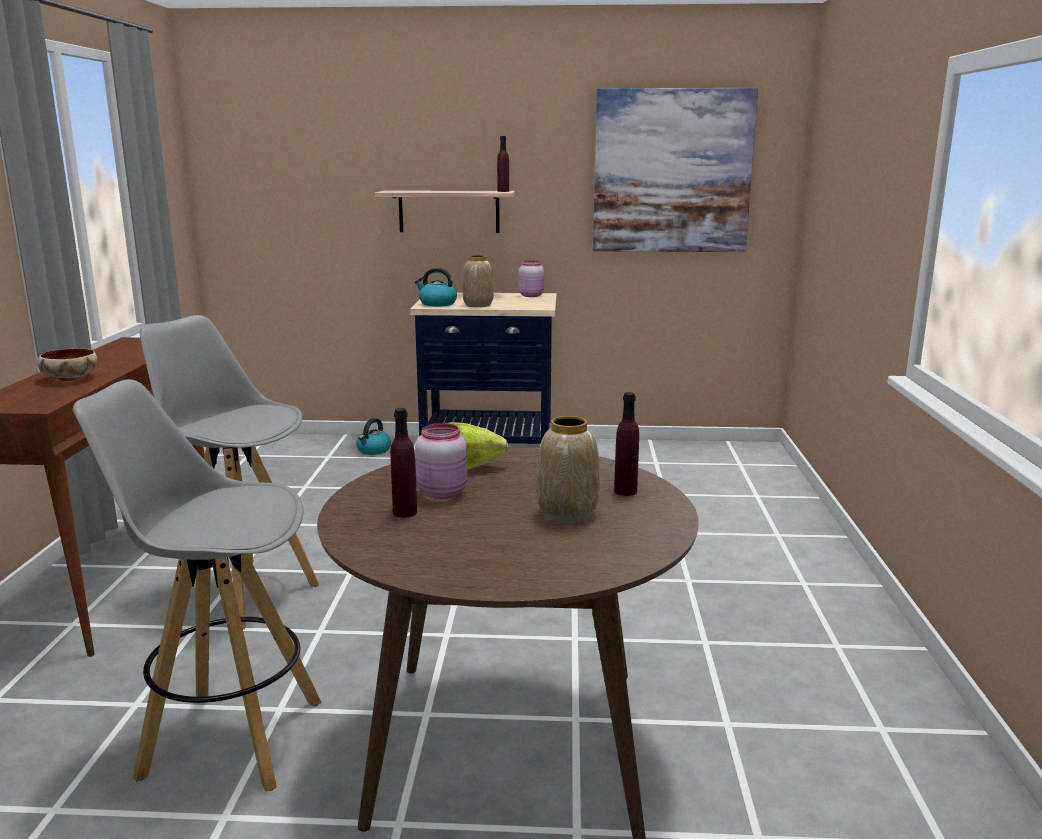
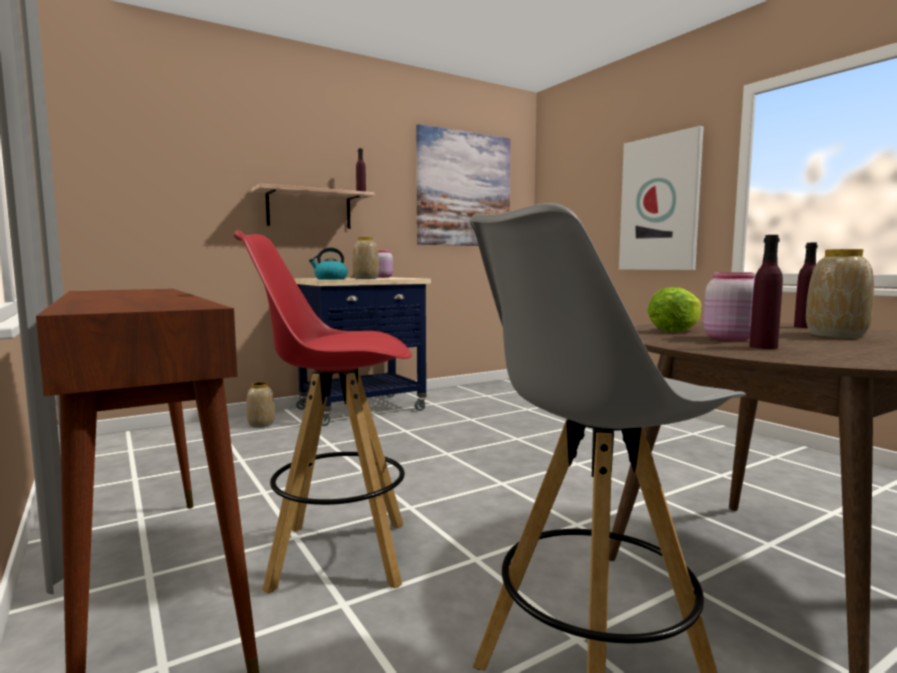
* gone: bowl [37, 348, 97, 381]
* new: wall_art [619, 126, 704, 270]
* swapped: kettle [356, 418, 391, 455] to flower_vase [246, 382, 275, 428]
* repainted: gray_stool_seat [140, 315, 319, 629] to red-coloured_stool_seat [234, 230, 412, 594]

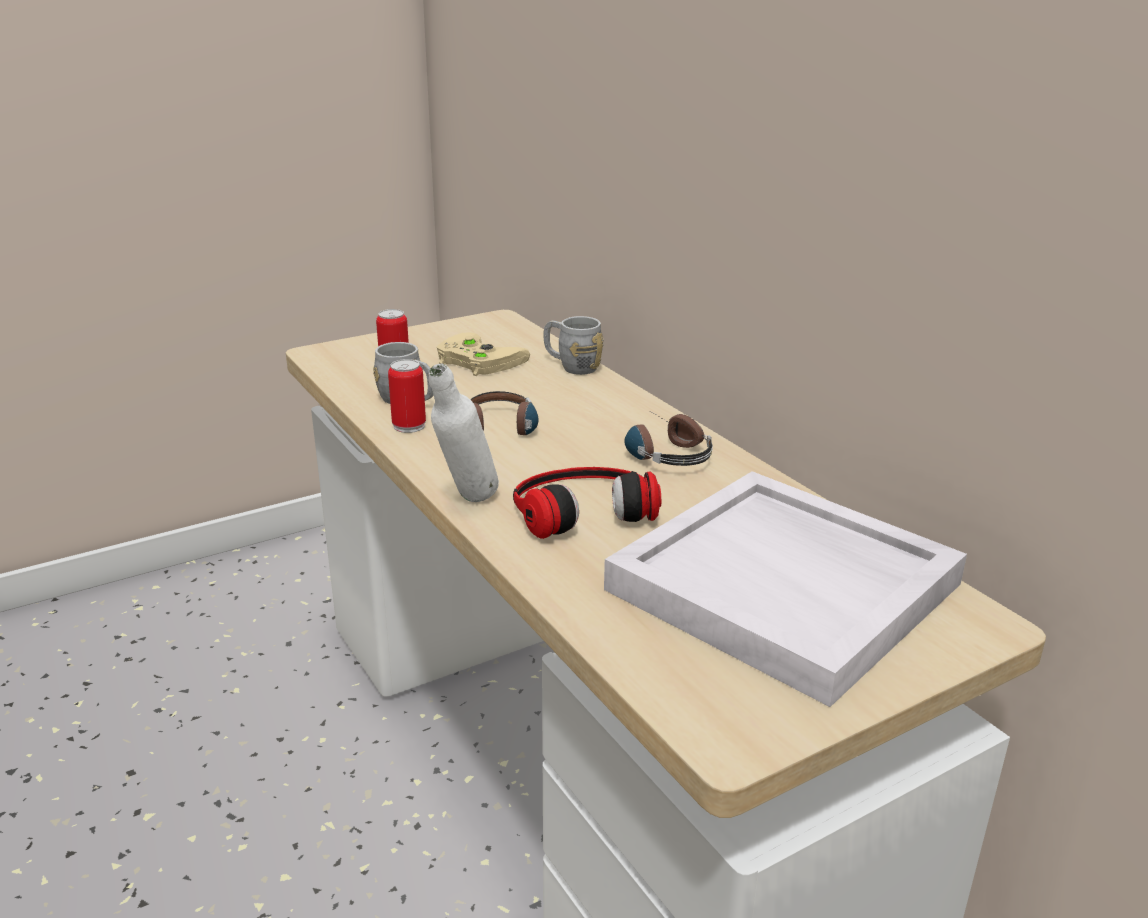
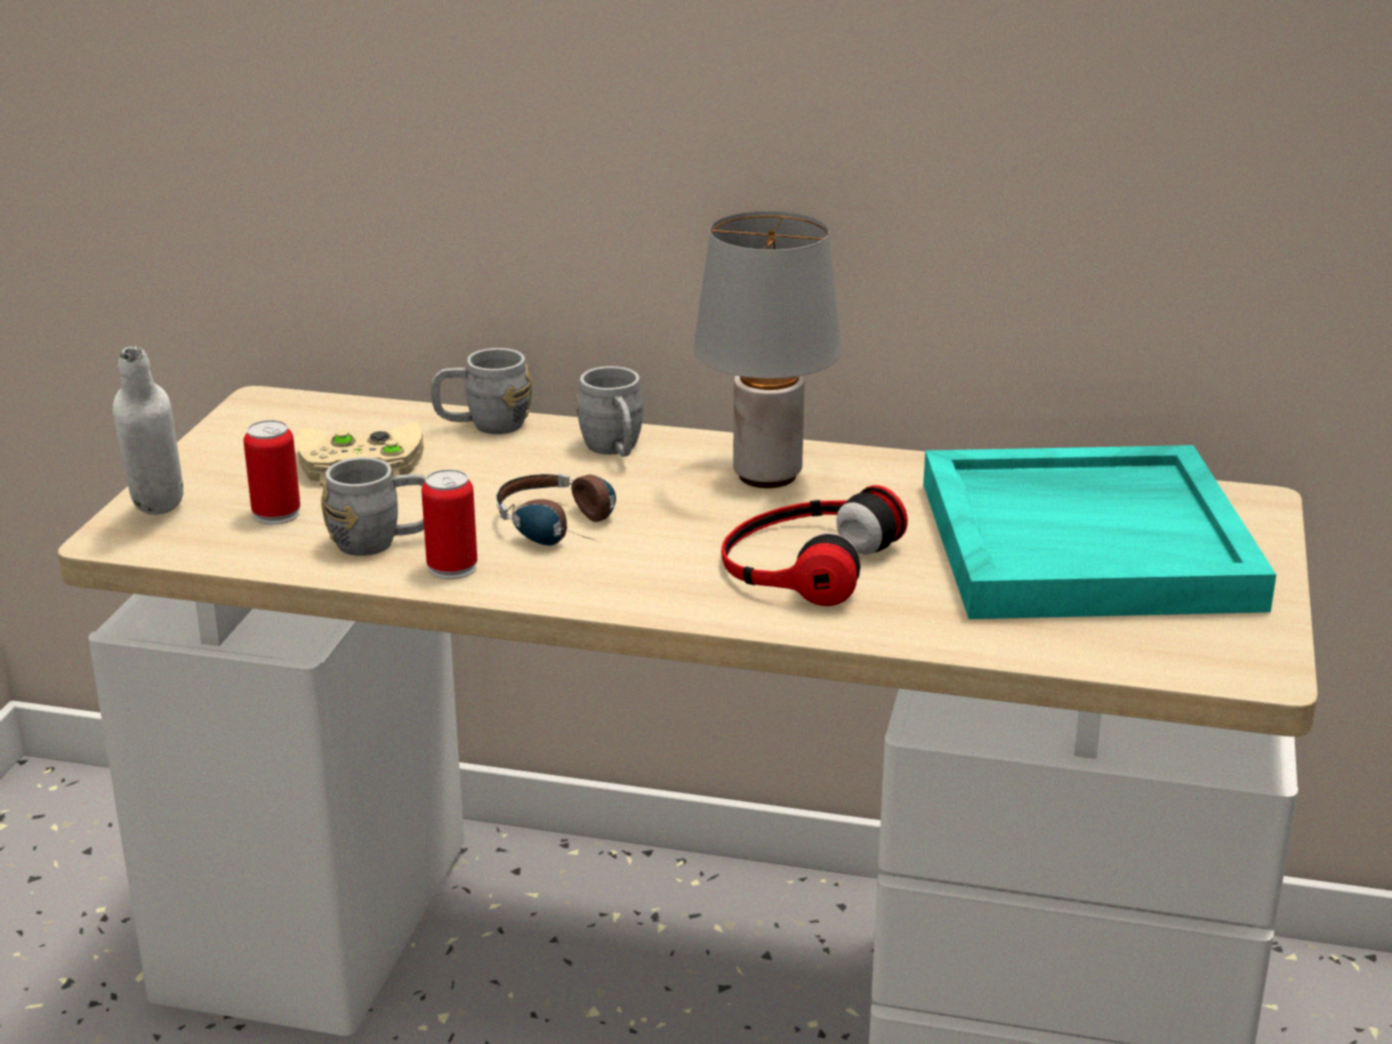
* new: gray_tea_mug [577, 366, 643, 457]
* shifted: whitish_drink_bottle [429, 364, 499, 502] to [113, 346, 183, 515]
* swapped: headphones [625, 412, 713, 466] to gray_tabletop_lamp [694, 211, 841, 488]
* repainted: whitish_carrying_tray [604, 471, 967, 707] to blue-green_carrying_tray [923, 445, 1276, 619]

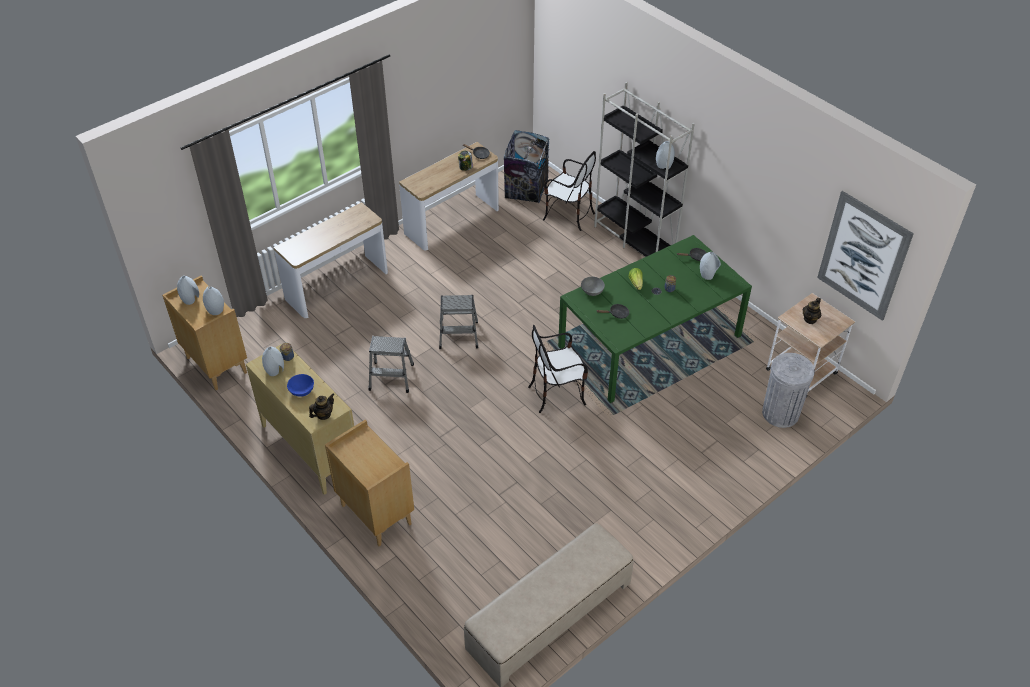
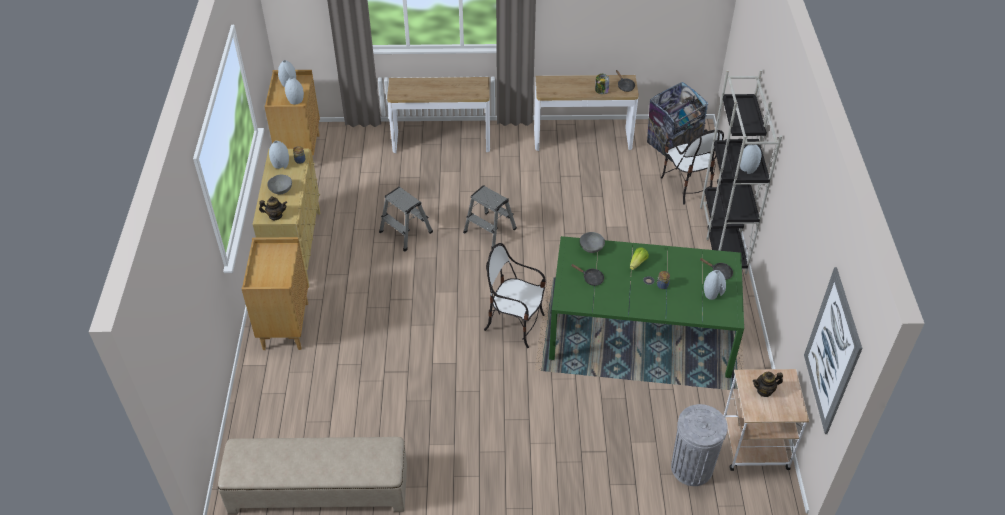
* repainted: blue_bowl [287, 374, 314, 397] to gray_bowl [267, 175, 292, 194]

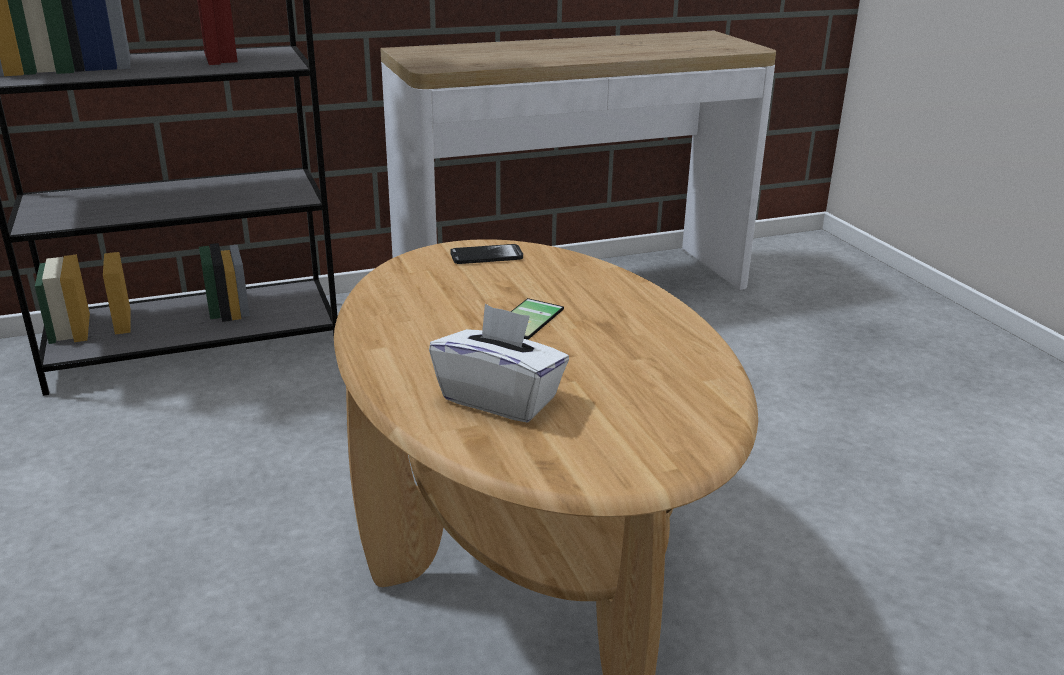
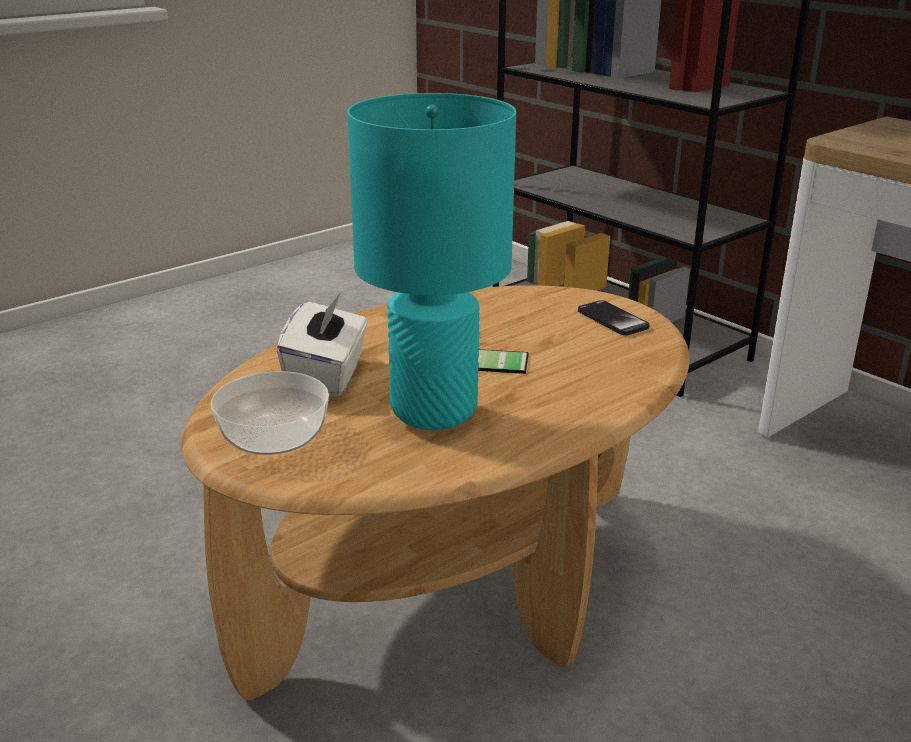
* new: bowl [211, 371, 329, 455]
* new: blue-green_tabletop_lamp [347, 93, 516, 430]

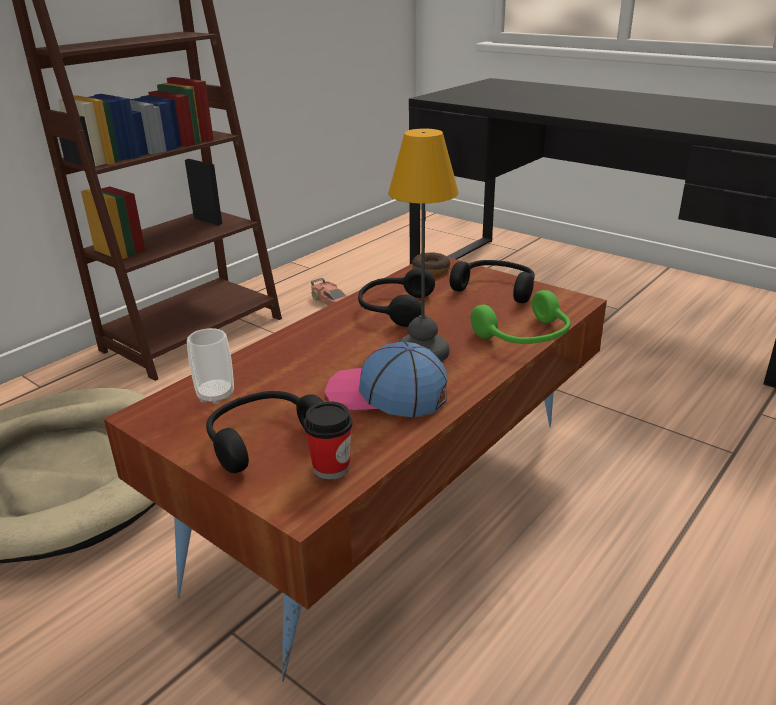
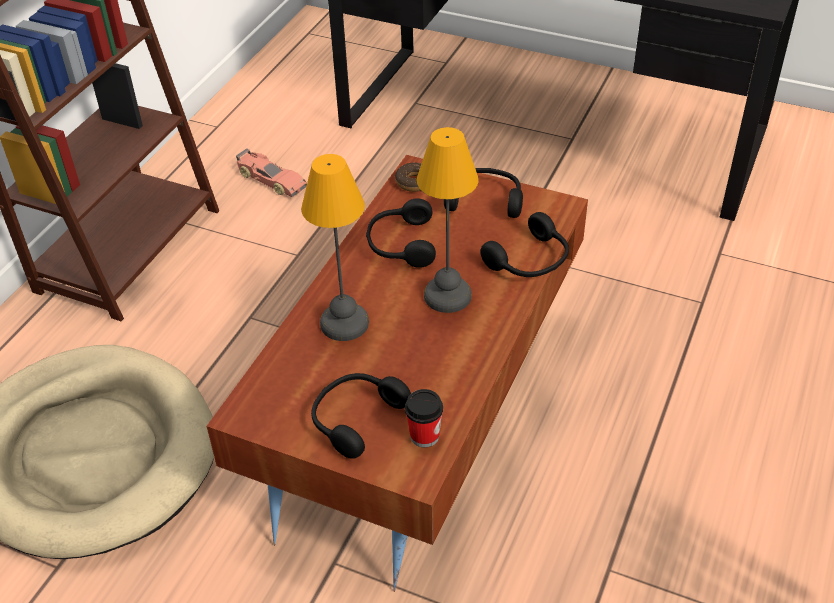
* gone: drinking_cup [187, 328, 234, 404]
* gone: baseball_cap [324, 341, 448, 417]
* new: tabletop_lamp [301, 154, 369, 341]
* repainted: green-coloured_headphones [471, 290, 570, 344] to black-coloured_headphones [480, 212, 569, 277]

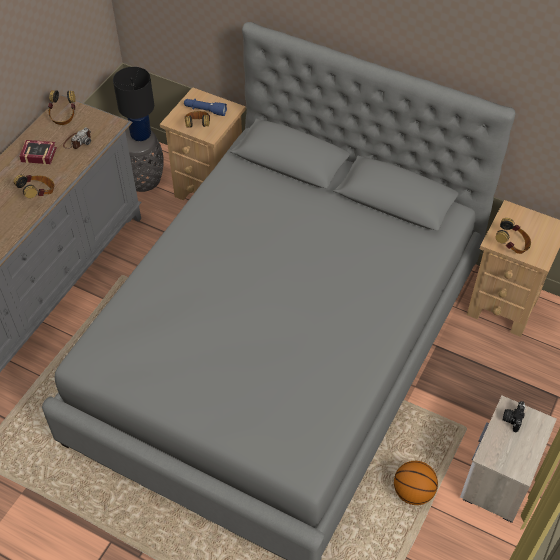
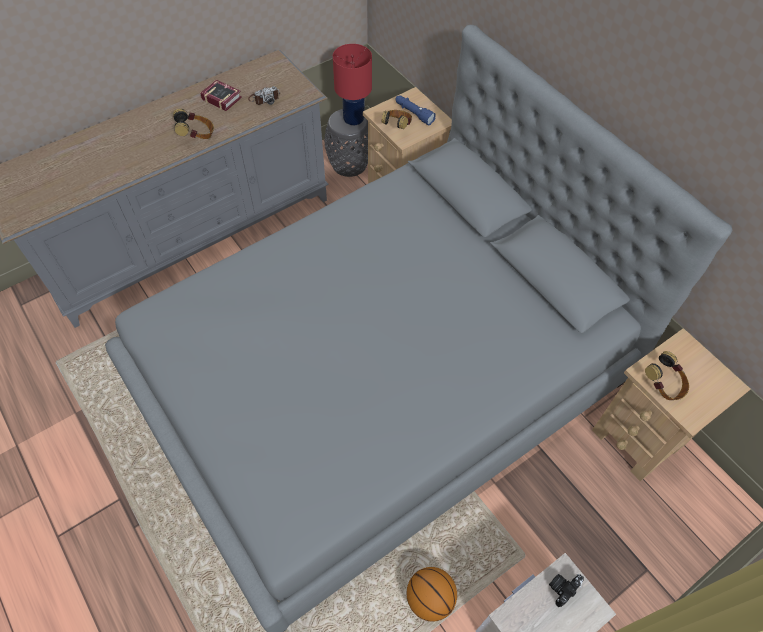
* gone: headphones [48, 90, 76, 125]
* repainted: black-coloured_tabletop_lamp [113, 67, 154, 141] to red-coloured_tabletop_lamp [333, 44, 372, 125]

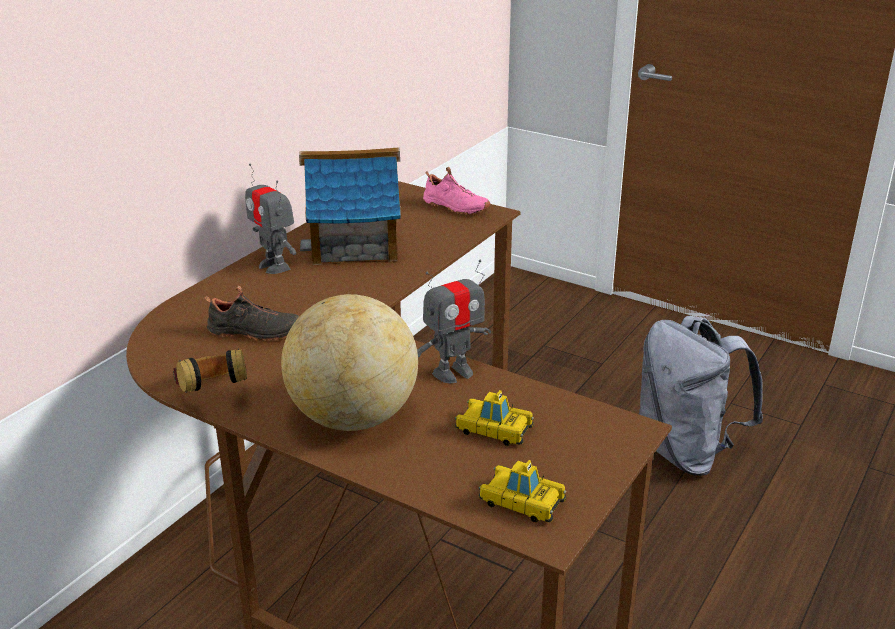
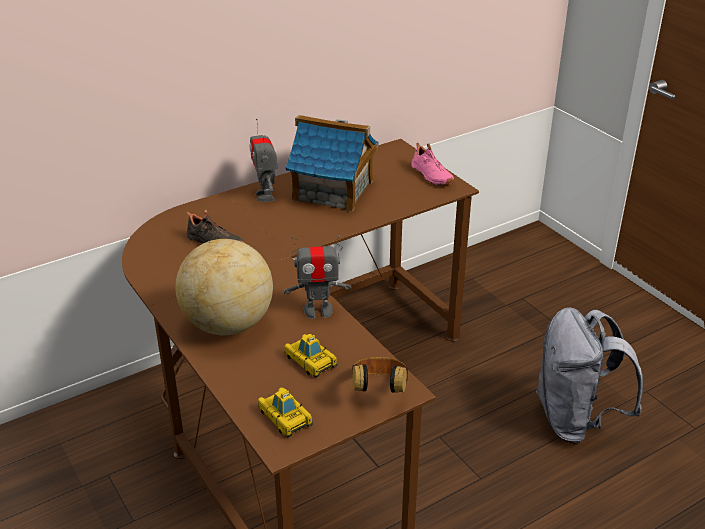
* shifted: headphones [173, 348, 247, 393] to [352, 357, 408, 393]

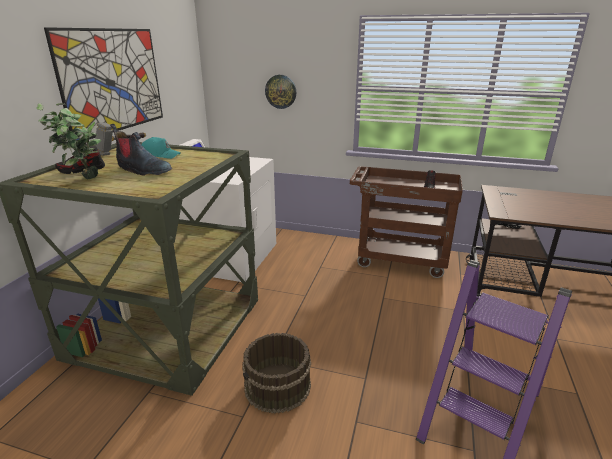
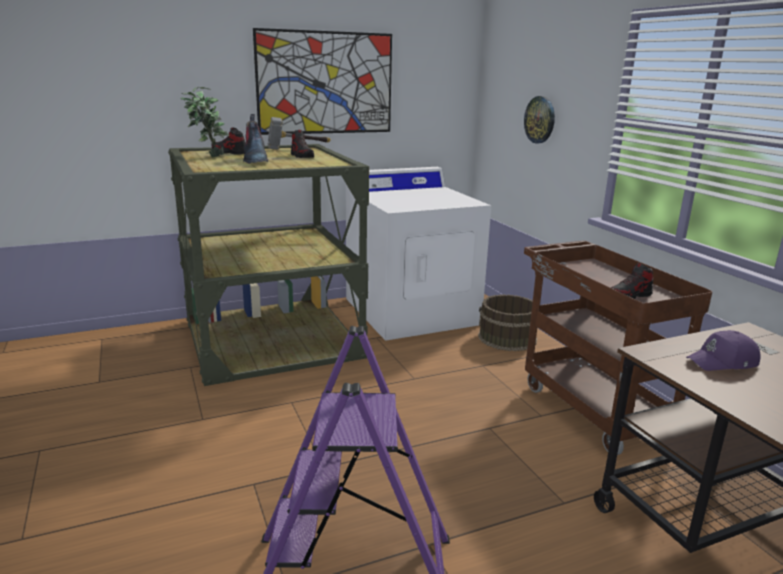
* new: purple-coloured_baseball_cap [686, 330, 760, 371]
* shifted: brownish_pail [243, 333, 311, 414] to [478, 294, 537, 351]
* swapped: blue-green_baseball_cap [141, 137, 181, 159] to low_shoe [291, 130, 314, 158]

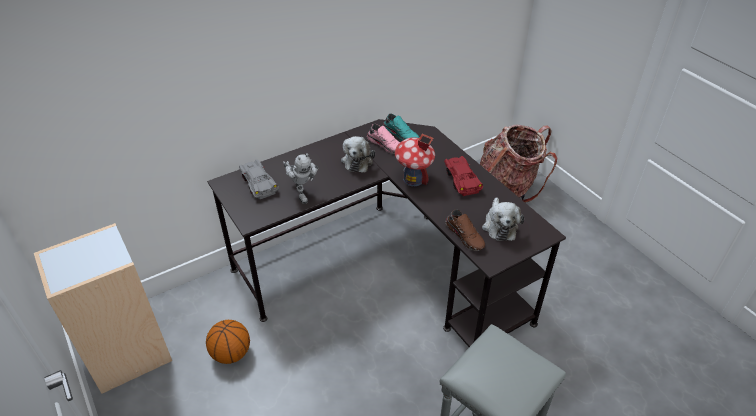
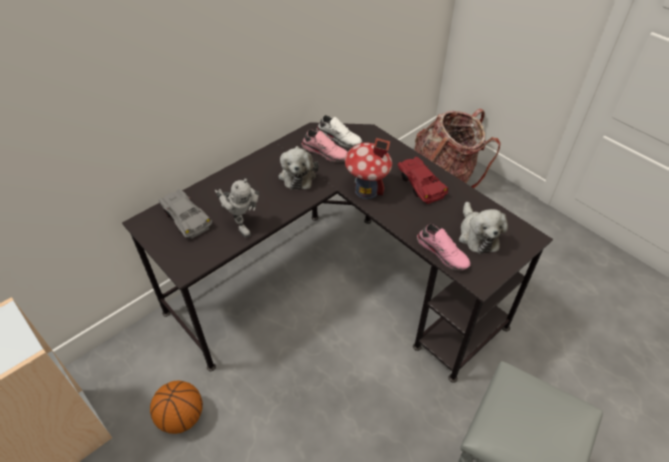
* repainted: blue-green_low_shoe [383, 113, 419, 141] to whitish_low_shoe [317, 115, 362, 148]
* repainted: brownish_low_shoe [446, 209, 485, 251] to pinkish_low_shoe [417, 224, 470, 271]

